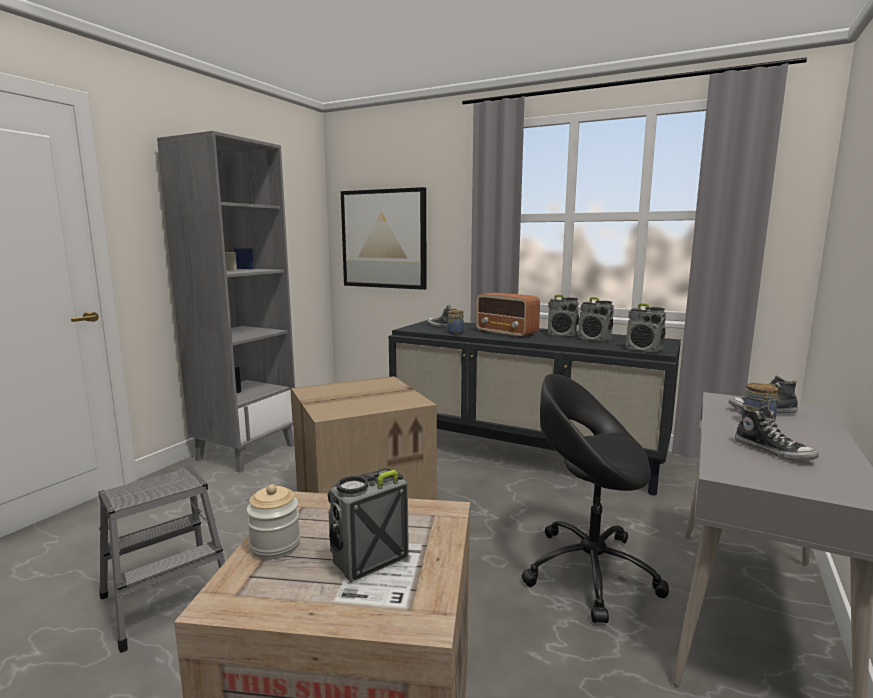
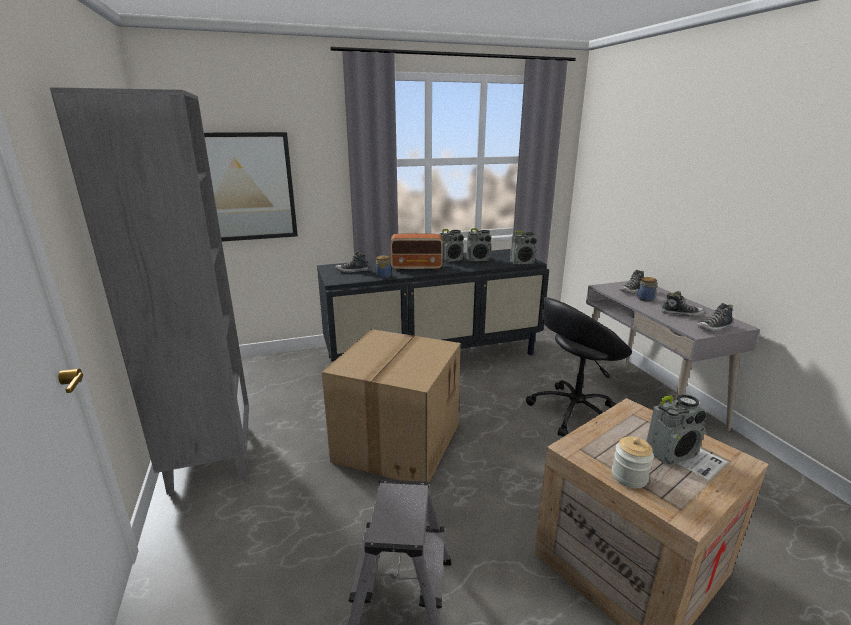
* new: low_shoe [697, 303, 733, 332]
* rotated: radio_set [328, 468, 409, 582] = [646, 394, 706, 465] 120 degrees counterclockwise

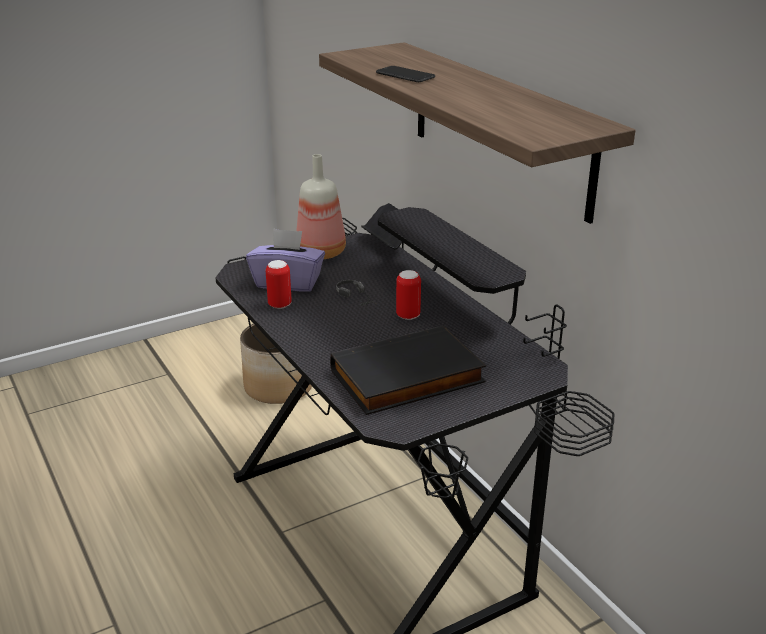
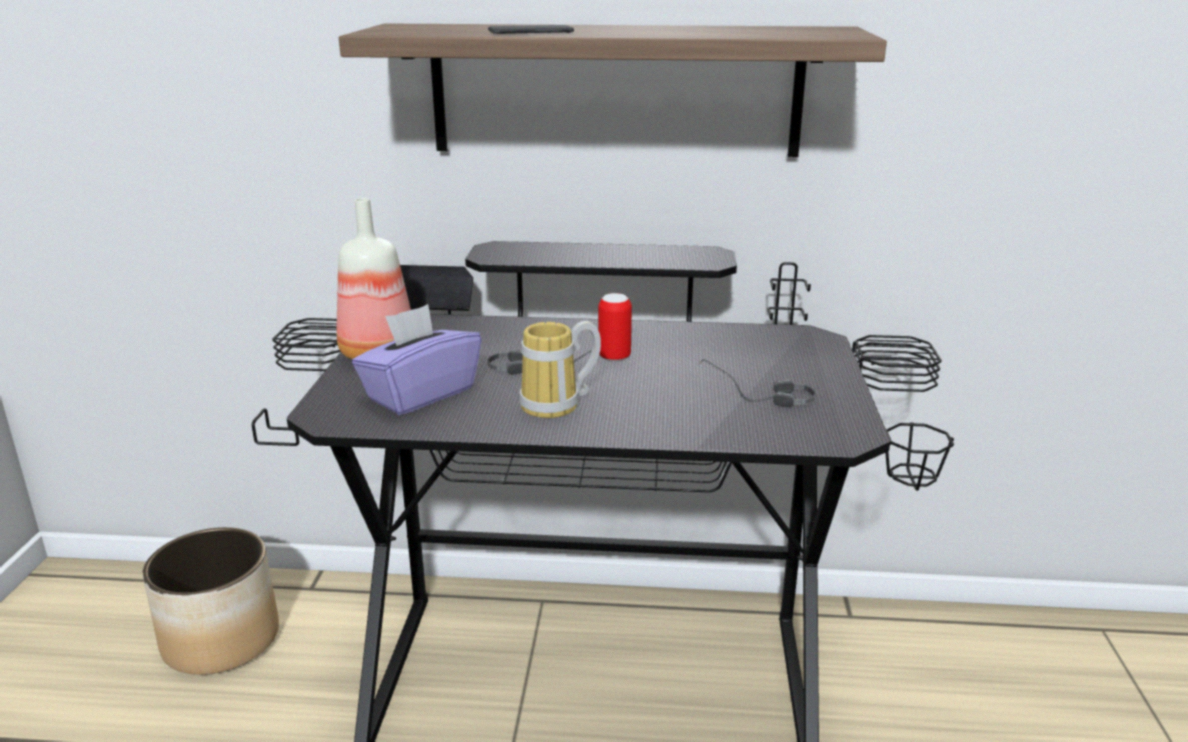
* gone: metal_can [266, 260, 292, 309]
* new: tea_mug [519, 321, 601, 418]
* swapped: black-coloured_book [330, 325, 486, 415] to headphones [699, 359, 816, 408]

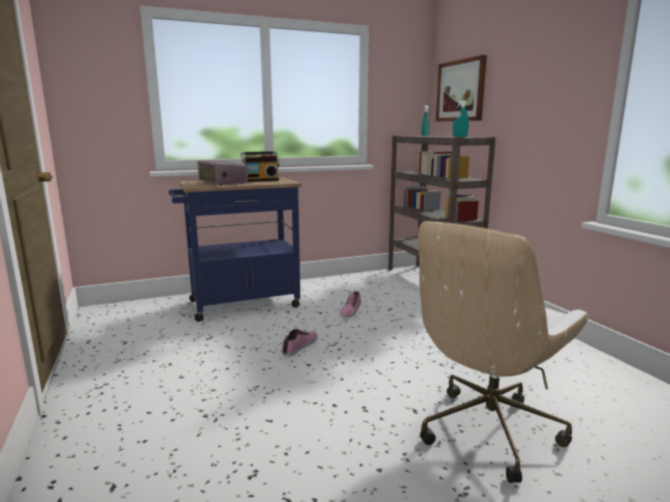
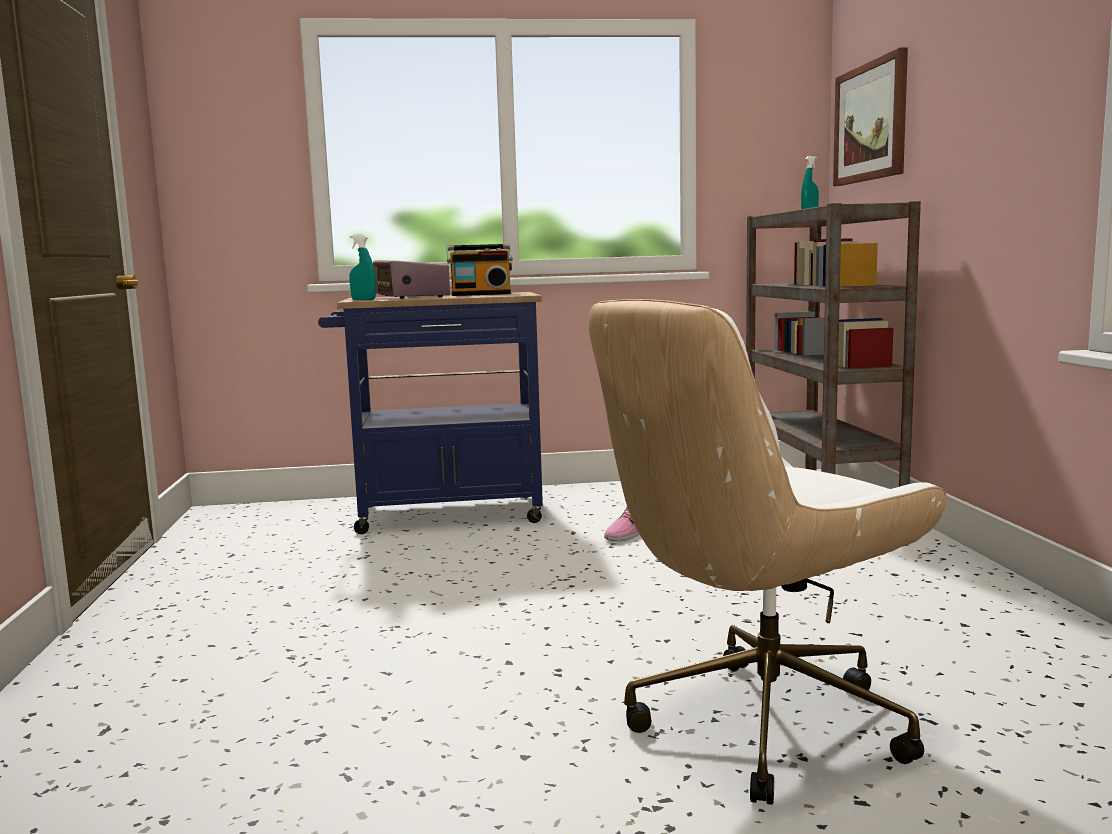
* gone: low_shoe [282, 329, 318, 356]
* shifted: blue-green_spray_bottle [453, 100, 469, 137] to [349, 235, 376, 300]

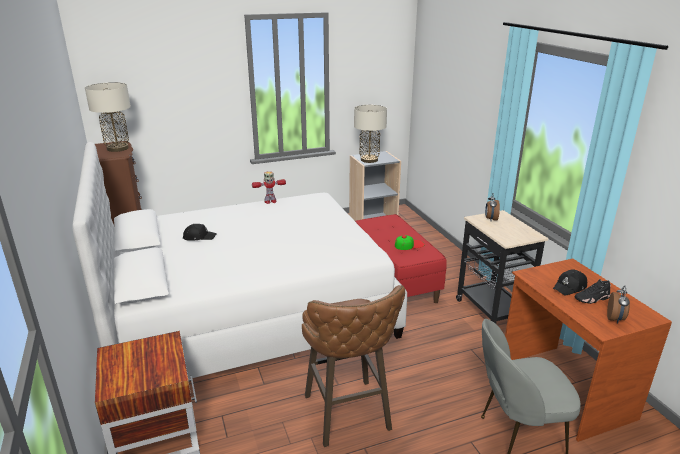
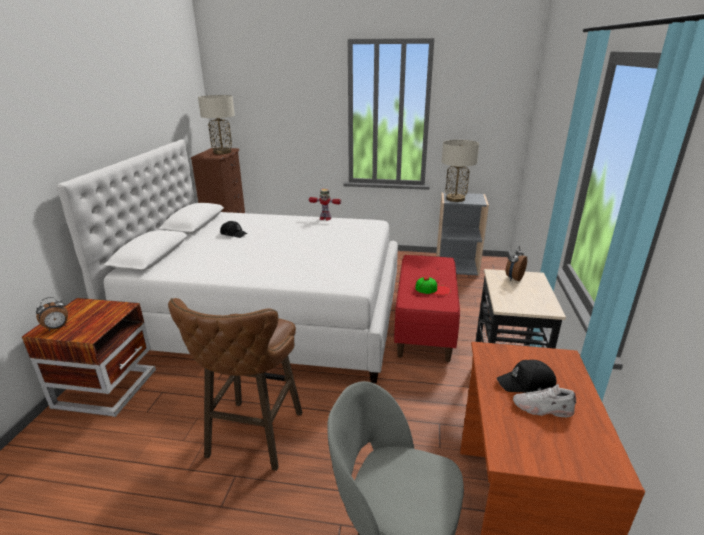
* shifted: alarm_clock [607, 286, 630, 324] to [36, 297, 68, 331]
* repainted: black-coloured_low_shoe [575, 279, 611, 304] to whitish_low_shoe [513, 384, 577, 417]

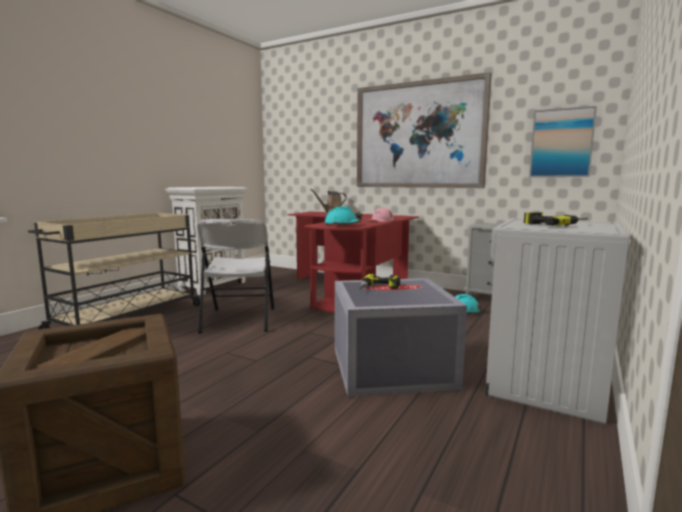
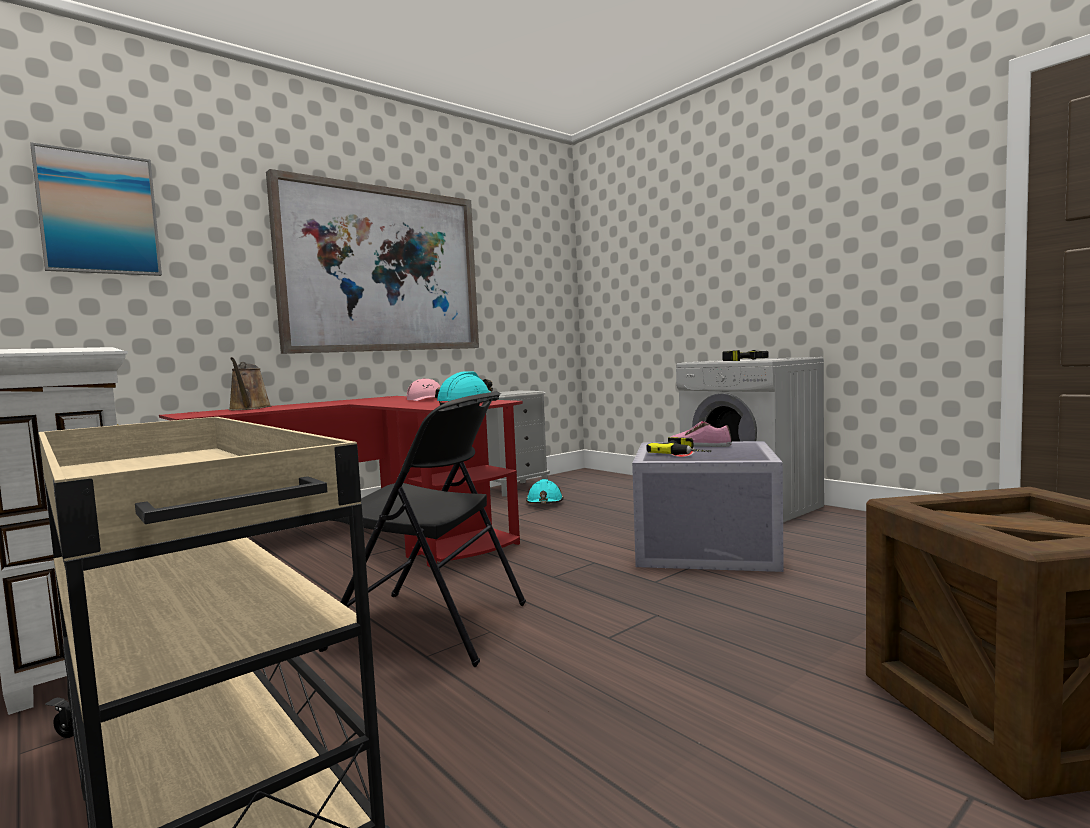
* new: low_shoe [671, 421, 732, 447]
* shifted: wall_art [529, 106, 597, 177] to [30, 142, 162, 276]
* repainted: whitish_chair [197, 219, 275, 333] to black-coloured_chair [319, 391, 526, 667]

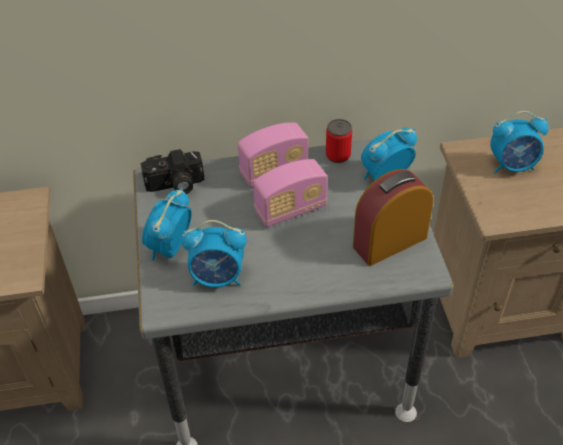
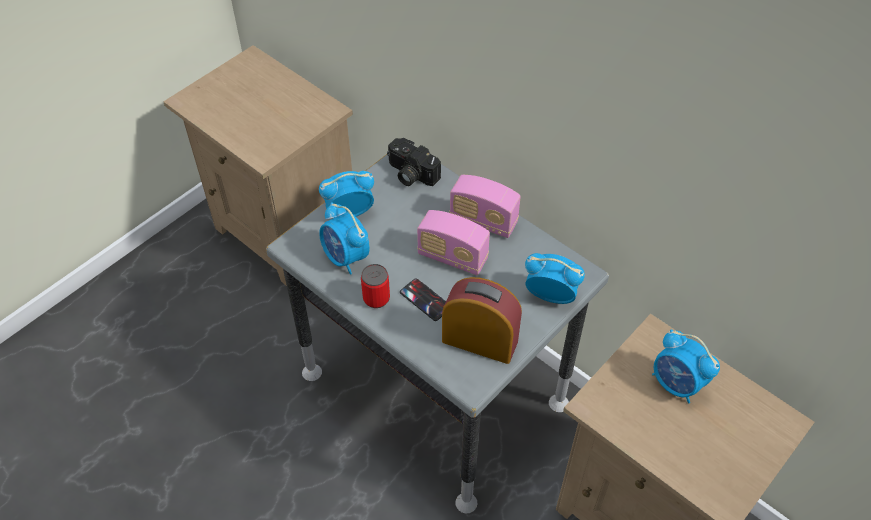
* new: phone [400, 279, 446, 321]
* shifted: metal_can [326, 119, 352, 163] to [361, 264, 390, 308]

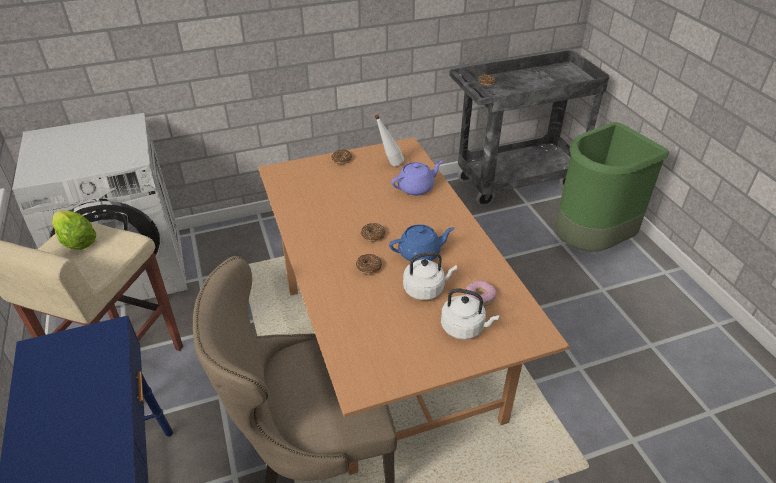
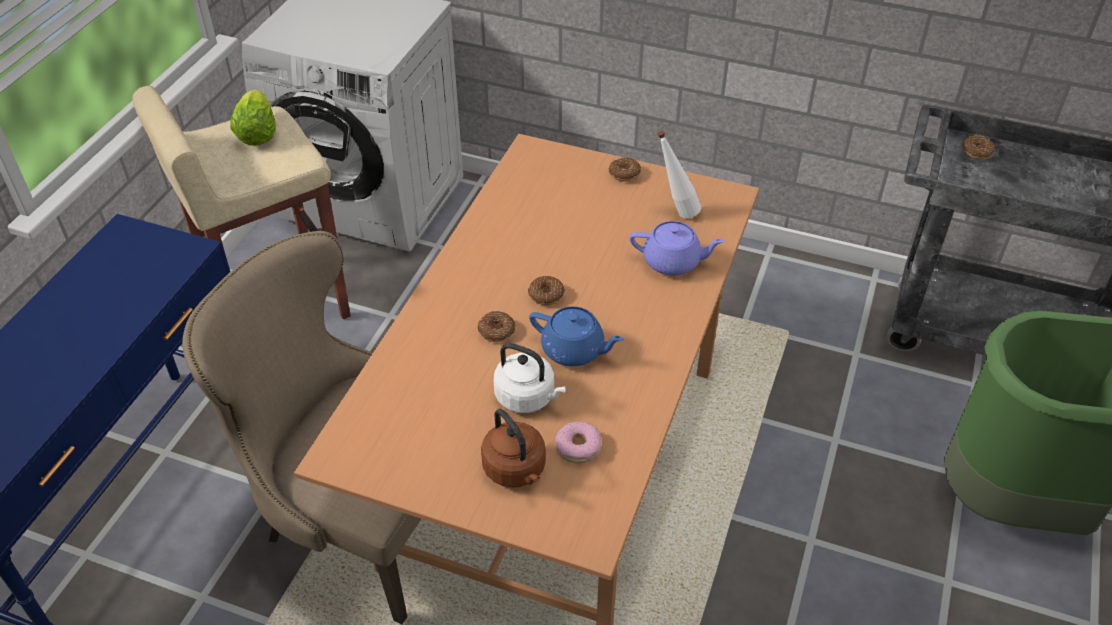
* repainted: whitish_kettle [441, 288, 499, 339] to brownish_kettle [481, 409, 546, 488]

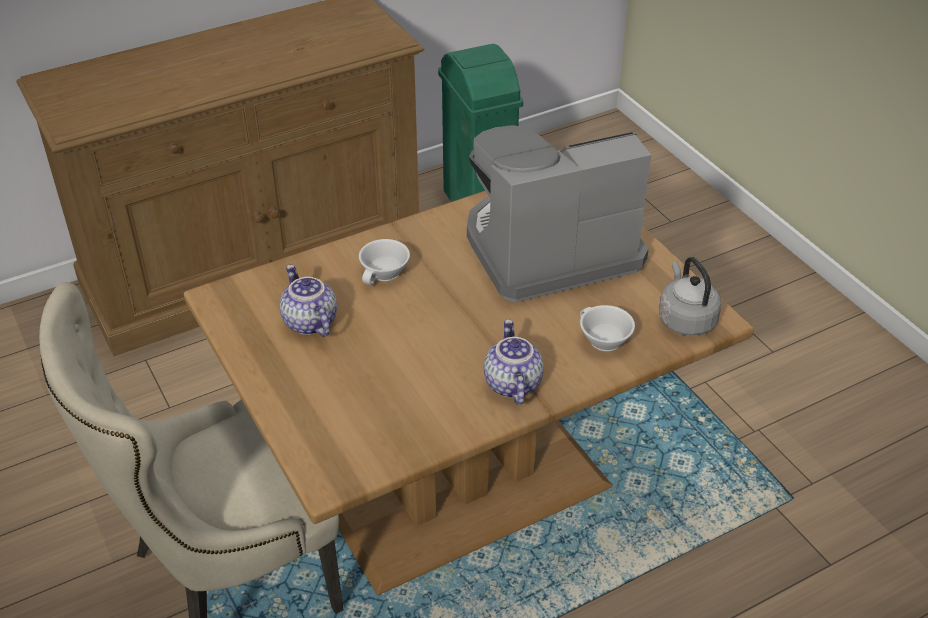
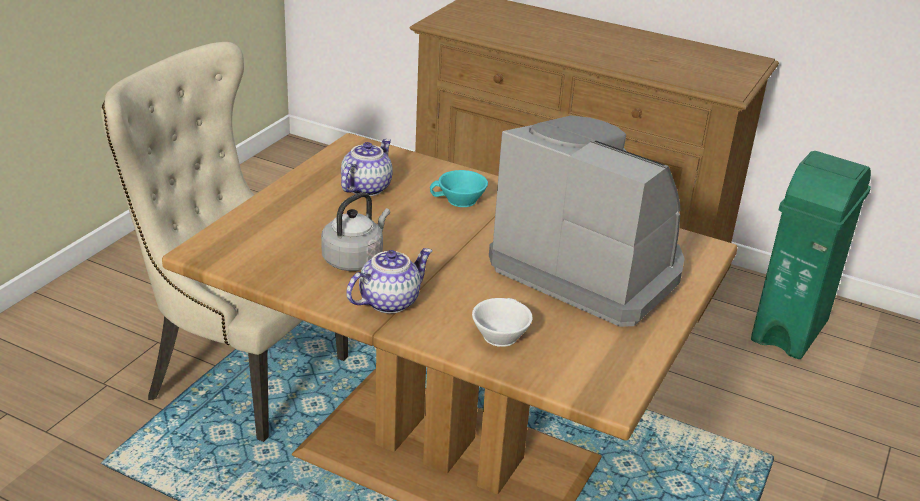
* shifted: gray_kettle [659, 257, 721, 336] to [321, 192, 390, 271]
* repainted: whitish_drinking_cup [359, 239, 410, 285] to blue-green_drinking_cup [430, 170, 488, 207]

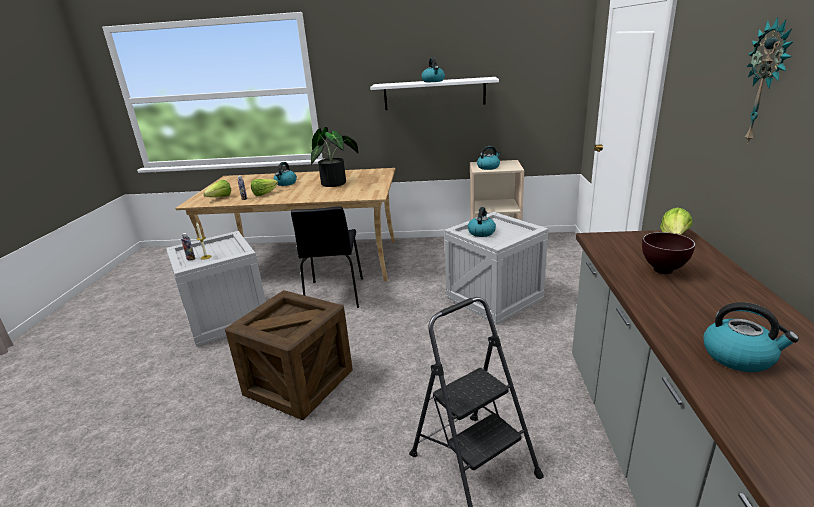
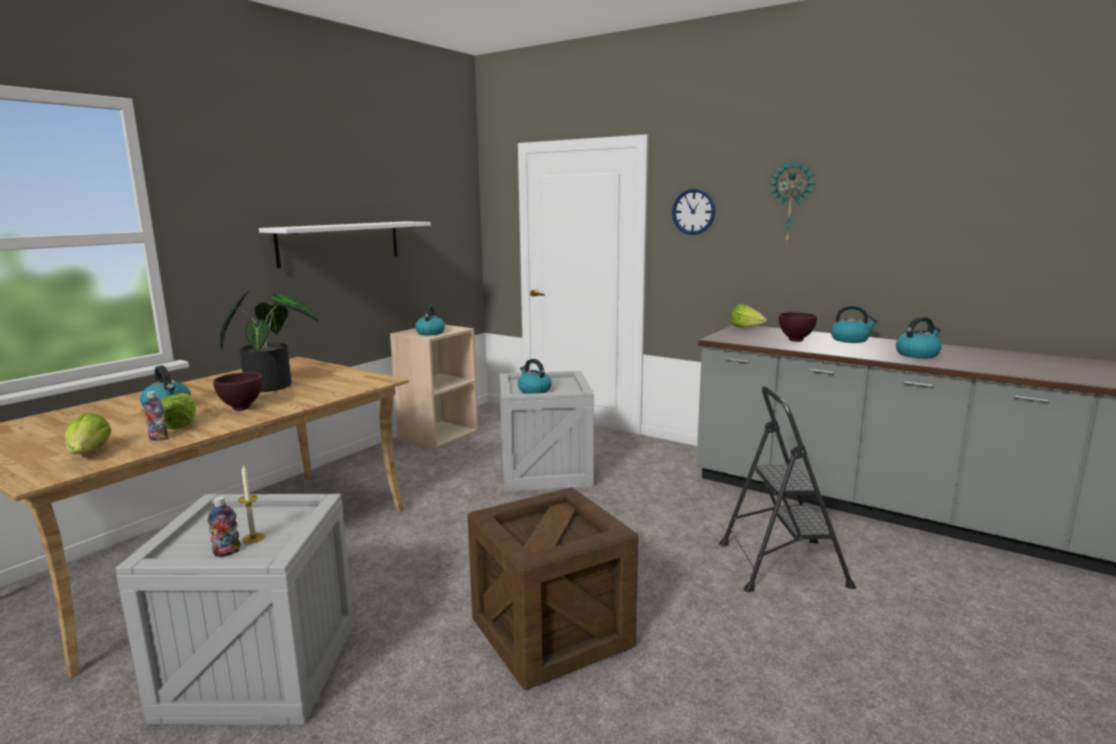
* gone: black-coloured_chair [291, 206, 363, 308]
* new: brownish_bowl [213, 372, 262, 411]
* new: clock_on_the_wall [672, 188, 715, 235]
* shifted: kettle [422, 57, 445, 82] to [831, 305, 878, 343]

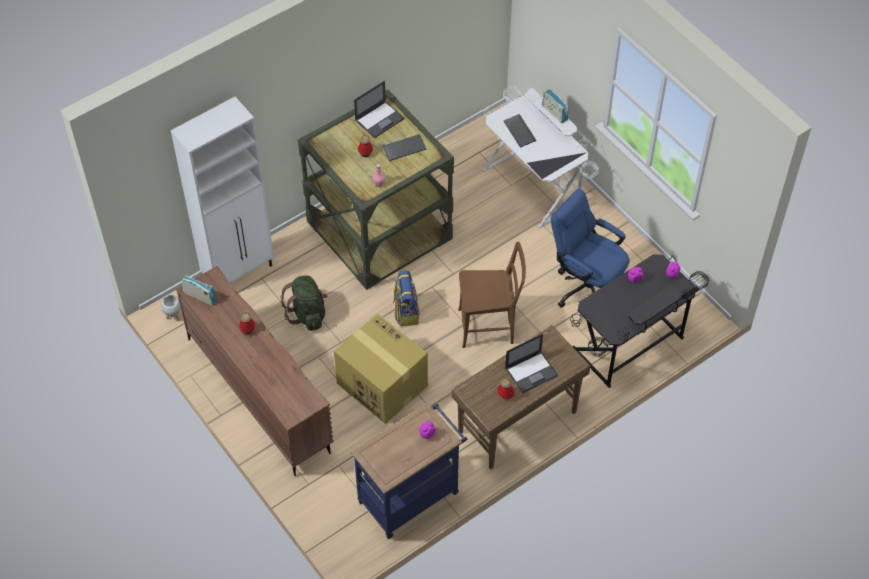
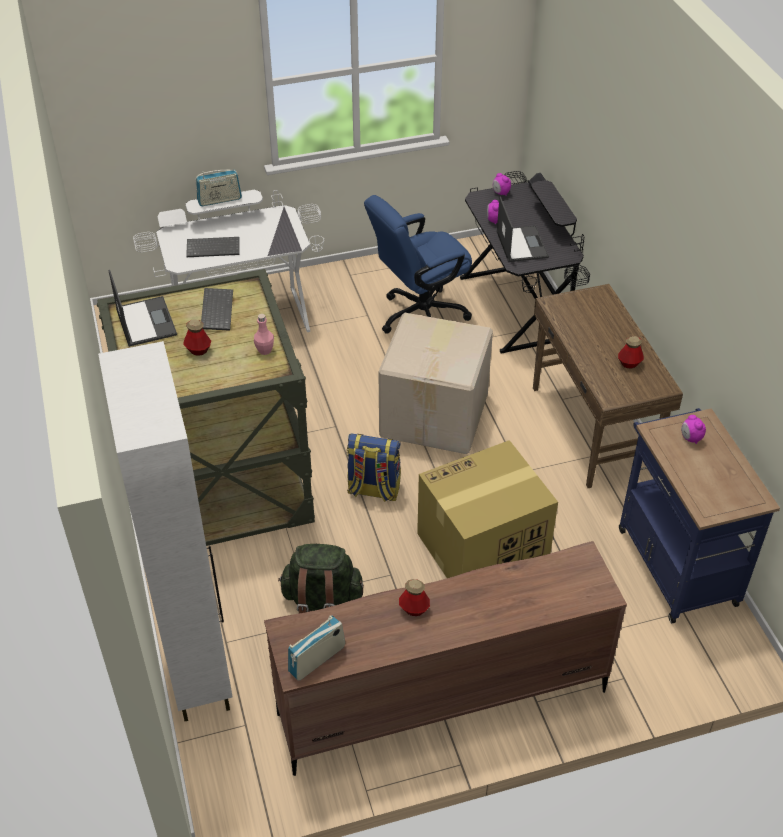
* gone: whitish_planter [161, 295, 181, 321]
* shifted: notebook_computer [505, 334, 558, 393] to [496, 196, 549, 262]
* swapped: brownish_chair [458, 241, 526, 348] to packing_box [378, 313, 493, 454]

